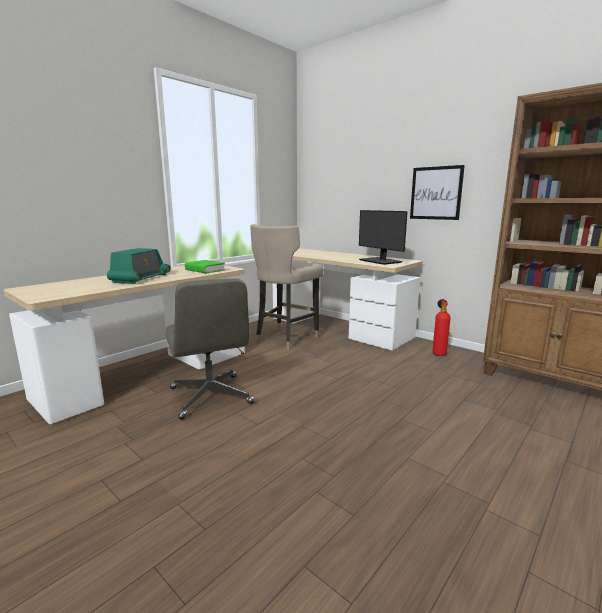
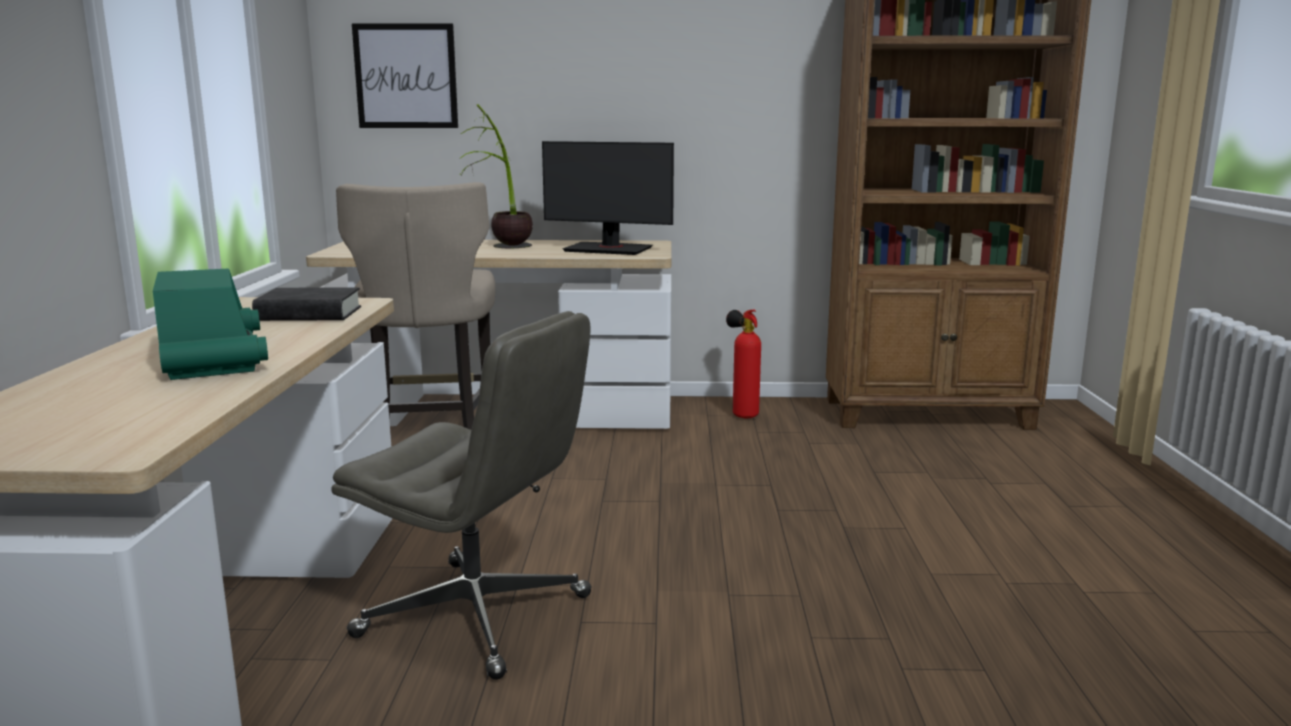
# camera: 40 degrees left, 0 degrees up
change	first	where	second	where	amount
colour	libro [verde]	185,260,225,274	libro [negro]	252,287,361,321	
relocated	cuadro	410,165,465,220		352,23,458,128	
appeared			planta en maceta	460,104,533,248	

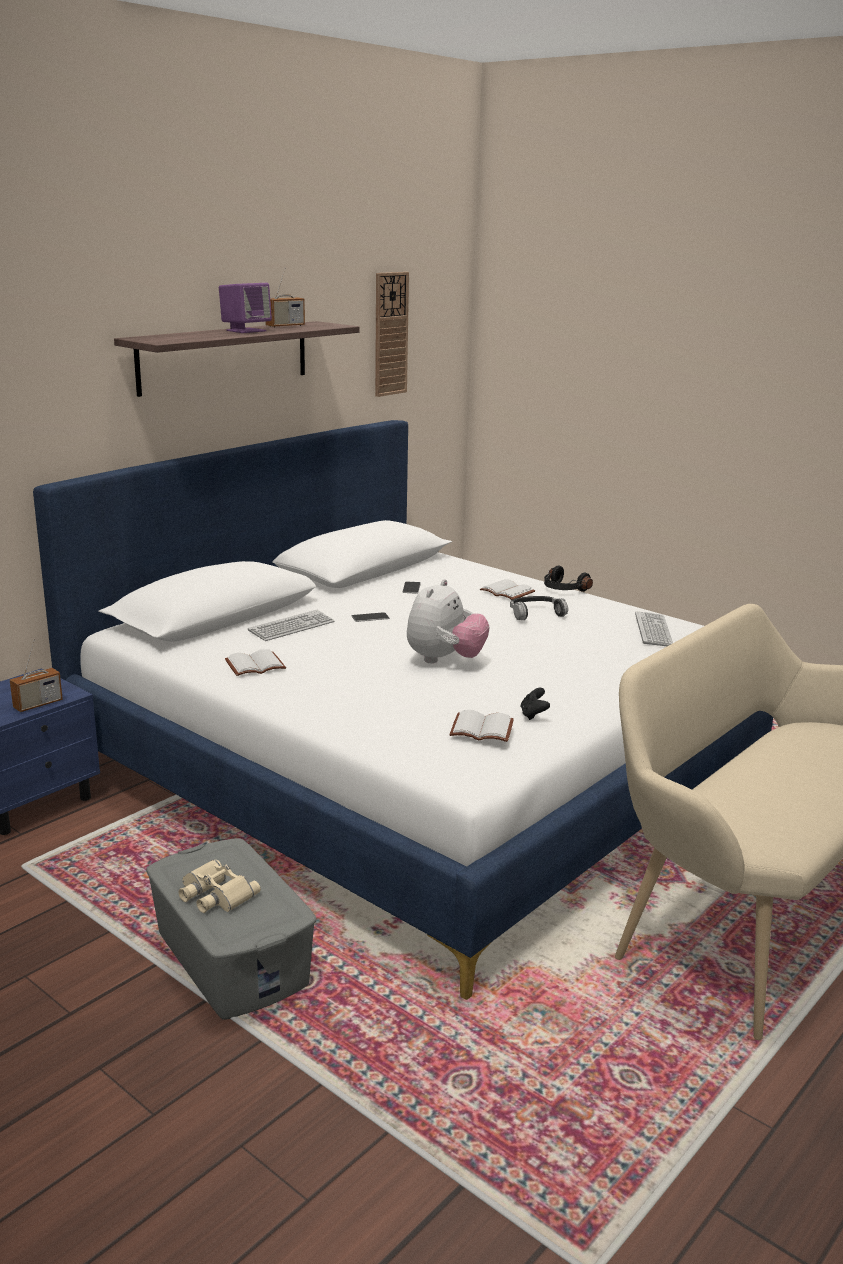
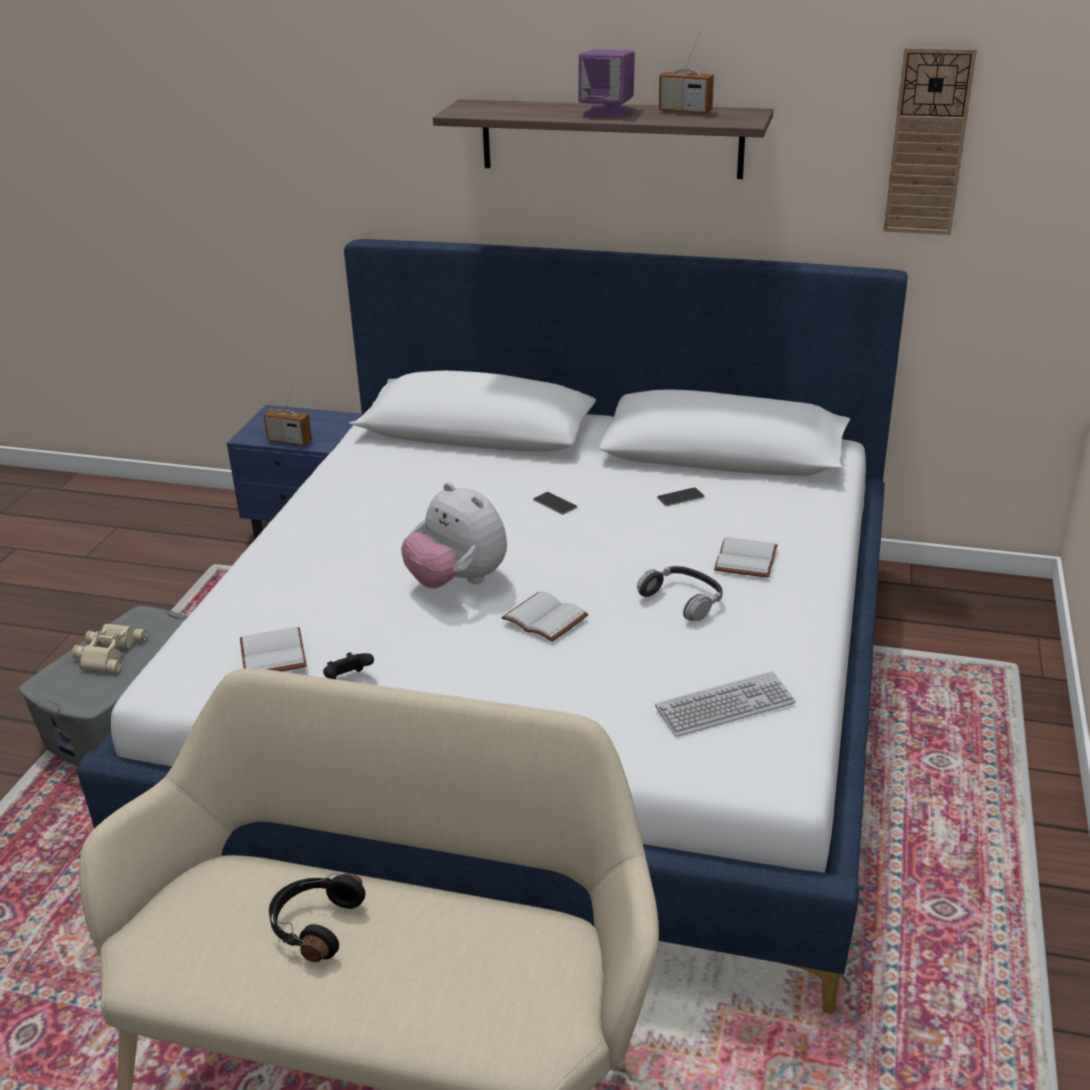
# camera: 65 degrees right, 10 degrees up
change	first	where	second	where	amount
relocated	libro [blanco]	225,649,286,676		501,591,589,642	
missing	teclado	248,610,334,641			
spun	peluche	407,579,489,663		401,482,507,588	45 degrees clockwise
relocated	auriculares [negro]	544,565,593,592		269,873,365,962	

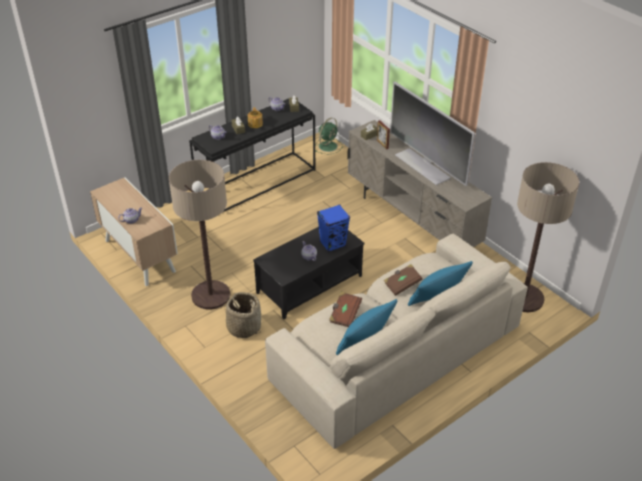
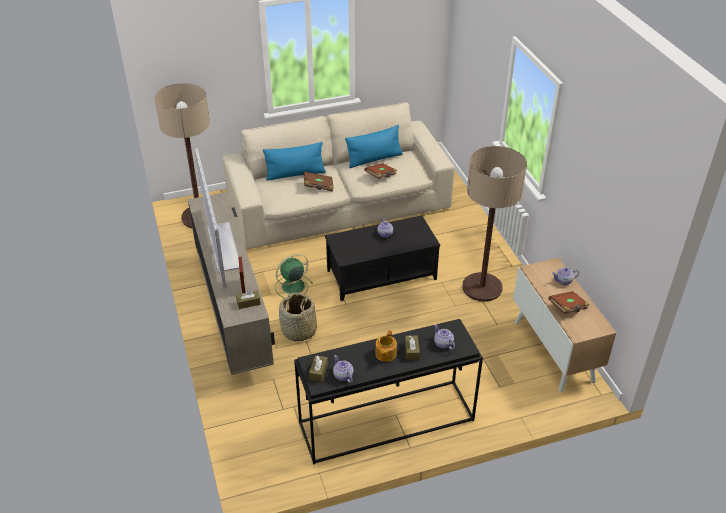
# camera: 160 degrees left, 0 degrees up
change	first	where	second	where	amount
relocated	cesta	224,292,261,338		279,292,317,341	
relocated	ventilador [verde]	315,118,342,154		275,254,313,298	
missing	altavoz [azul]	317,204,350,252			
appeared			libro [marrón]	548,291,590,314	

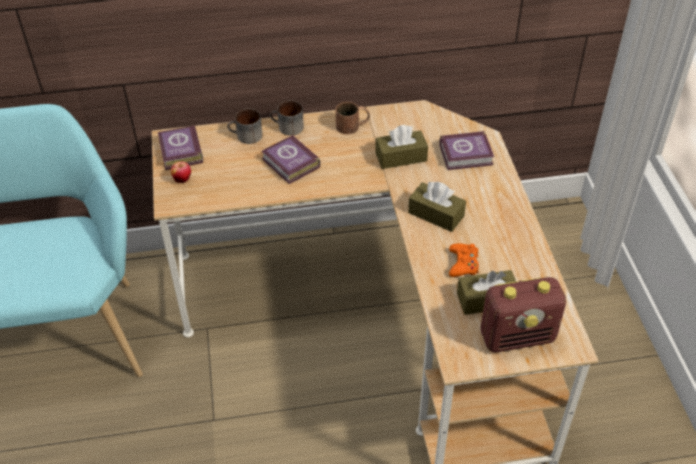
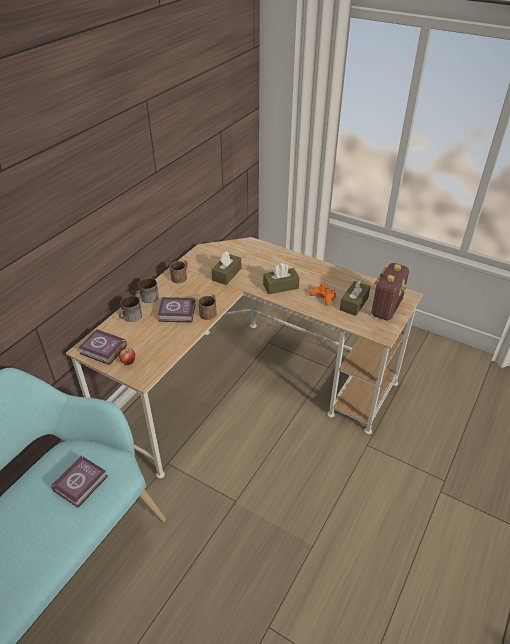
# camera: 50 degrees left, 5 degrees down
change	first	where	second	where	amount
relocated	libro	439,131,494,170		51,455,108,508	
appeared			taza grande [marrón]	198,294,217,320	

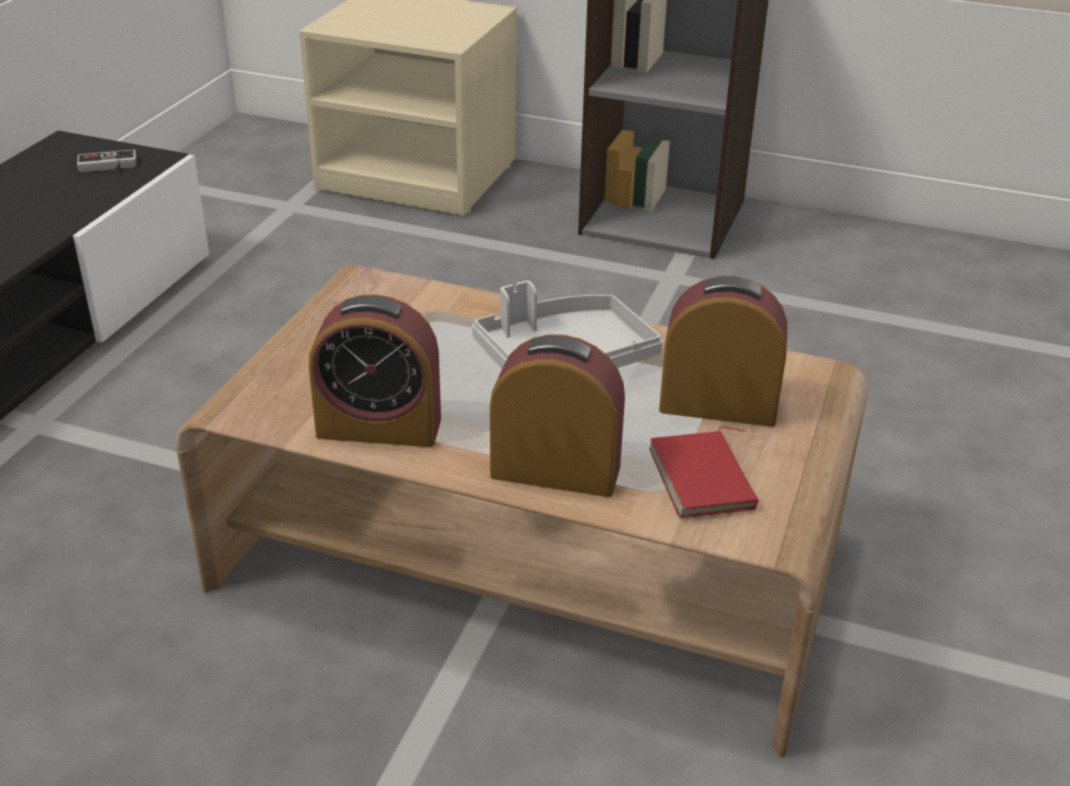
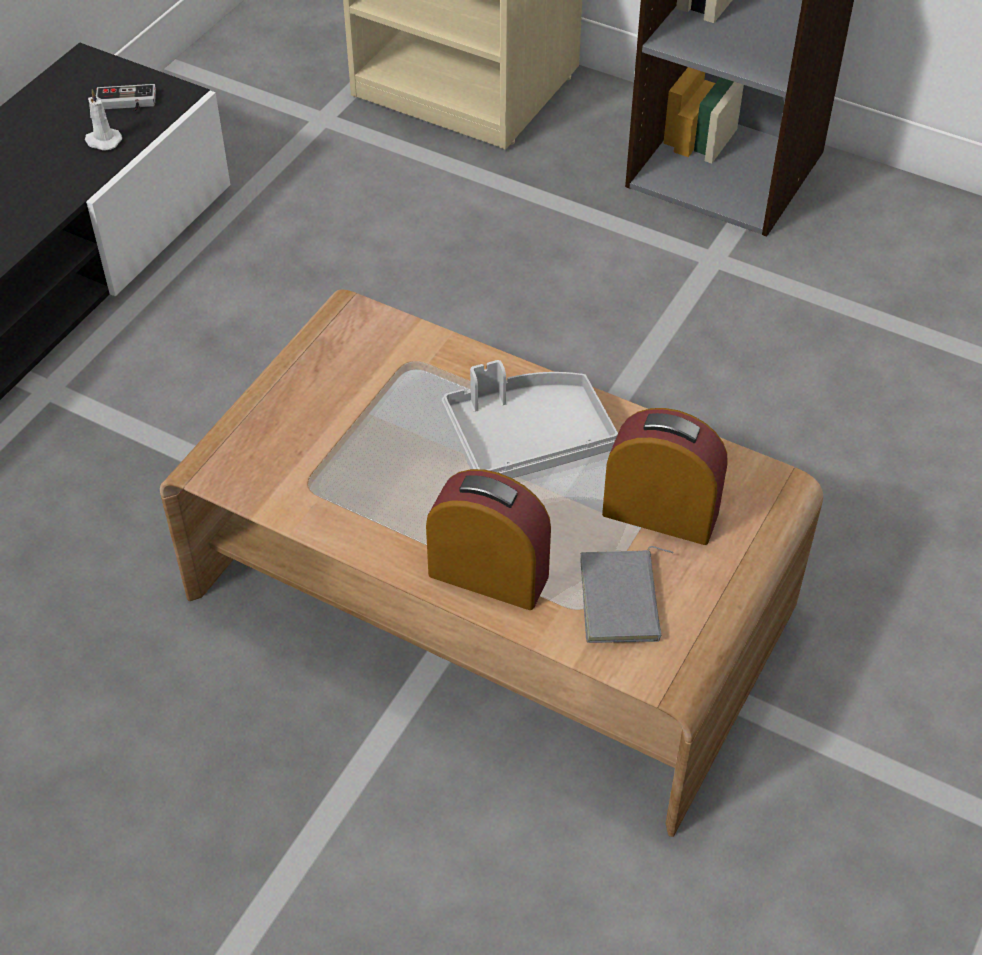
# camera: 10 degrees right, 15 degrees up
change	first	where	second	where	amount
missing	despertador	309,294,441,447			
colour	libro [rojo]	649,427,759,518	libro [gris]	580,546,673,643	
appeared			vela [blanco]	85,89,122,151	

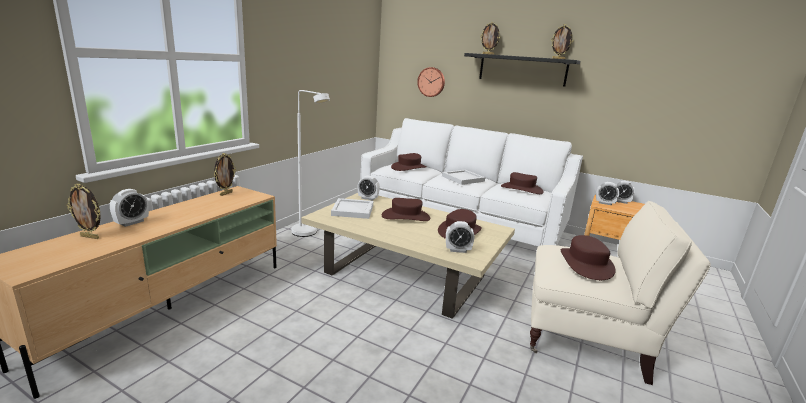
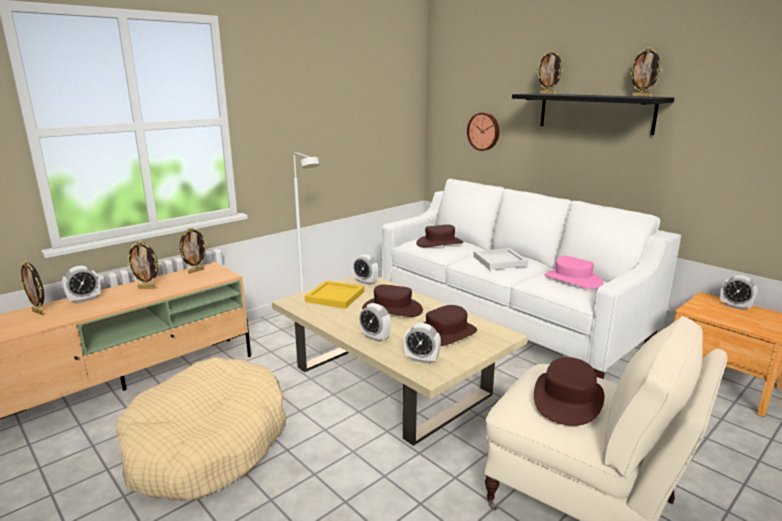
# camera: 20 degrees right, 0 degrees up
change	first	where	second	where	amount
colour	bandeja [blanco]	331,198,373,219	bandeja [amarillo]	305,281,364,309	
colour	sombrero [marrón]	501,172,544,194	sombrero [rosa]	545,256,604,289	
relocated	despertador	596,182,619,205		359,303,391,342	
appeared			cama para perro [beis]	115,357,286,501	
appeared			portarretratos	126,241,159,289	

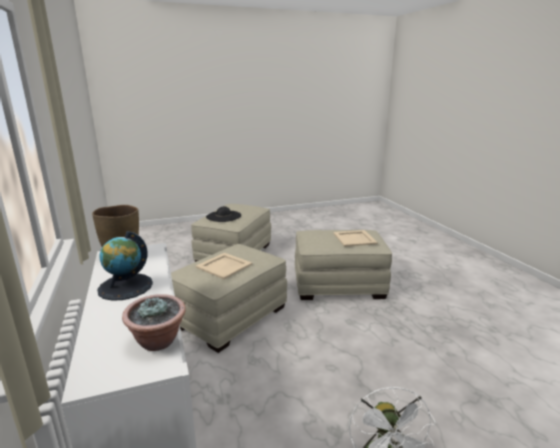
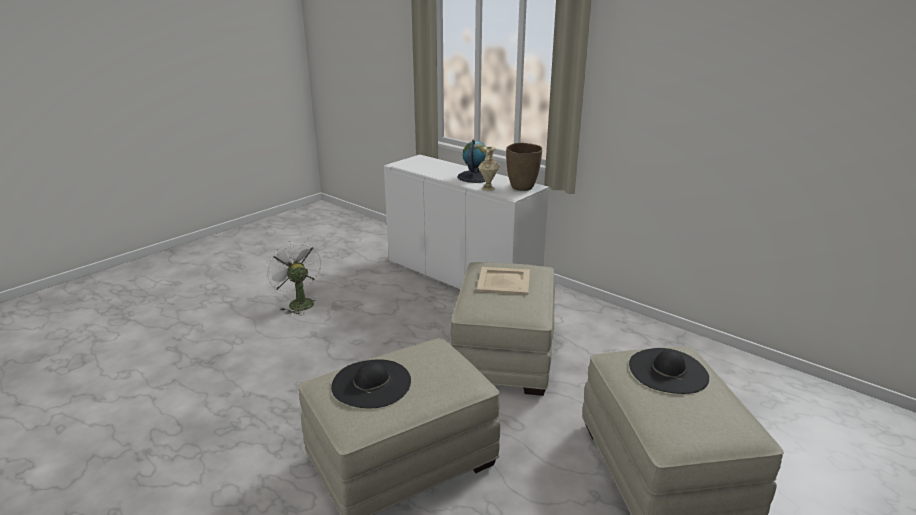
# camera: 150 degrees right, 5 degrees up
change	first	where	second	where	amount
missing	planta en maceta	122,294,186,351			
exchanged	bandeja [beis]	333,230,378,247	sombrero [negro]	331,359,411,408	
appeared			florero [beis]	478,146,500,191	

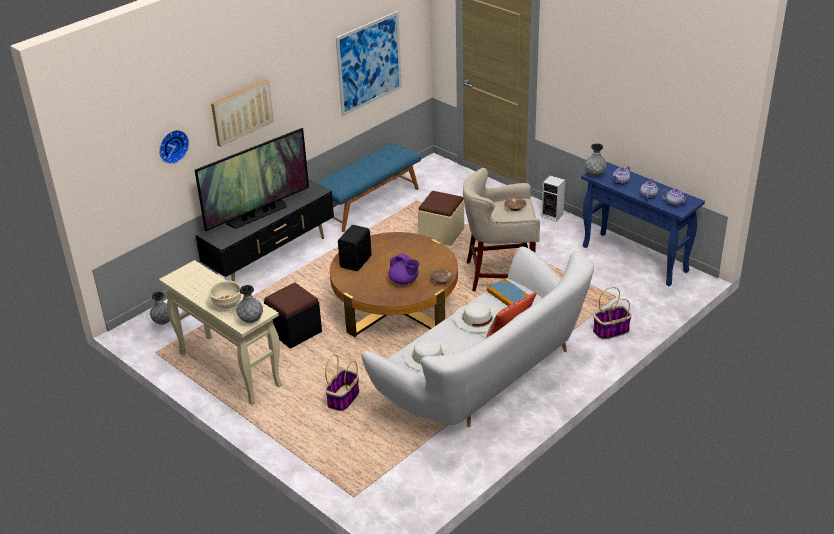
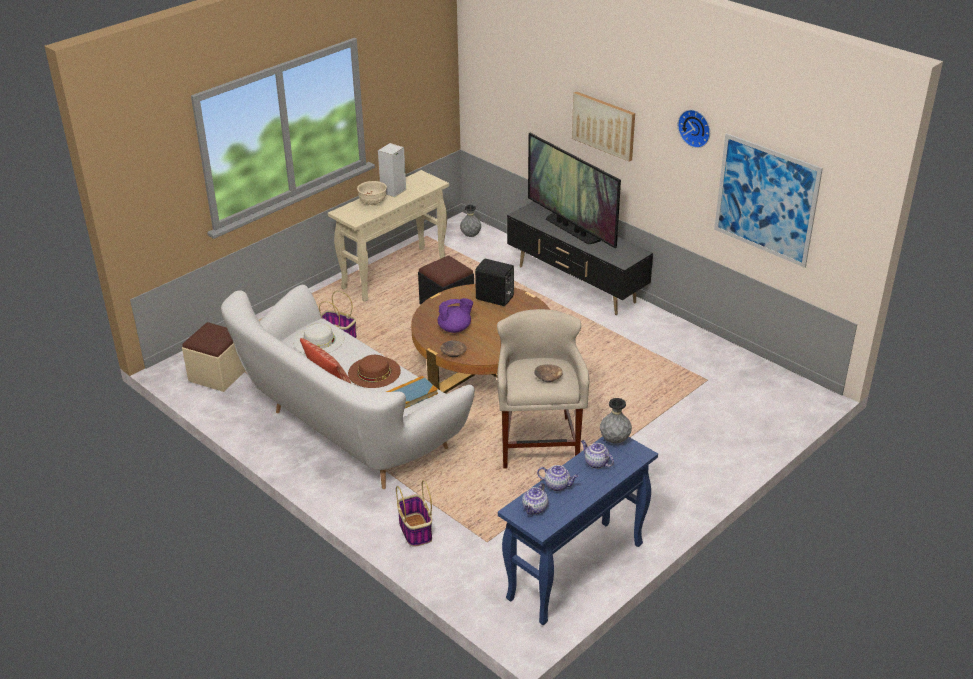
# camera: 90 degrees right, 0 degrees up
change	first	where	second	where	amount
relocated	reloj de pared	159,130,189,164		678,110,710,148	
missing	florero [gris]	237,285,263,323			
missing	banco [azul]	317,143,421,232			
spun	tetera [morado]	388,253,419,285		438,298,473,333	150 degrees counterclockwise
relocated	puf [beis]	418,191,464,246		182,322,245,392	
colour	sombrero [blanco]	454,302,499,333	sombrero [marrón]	348,355,401,388	
relocated	altavoz	542,175,565,222		378,143,406,197	

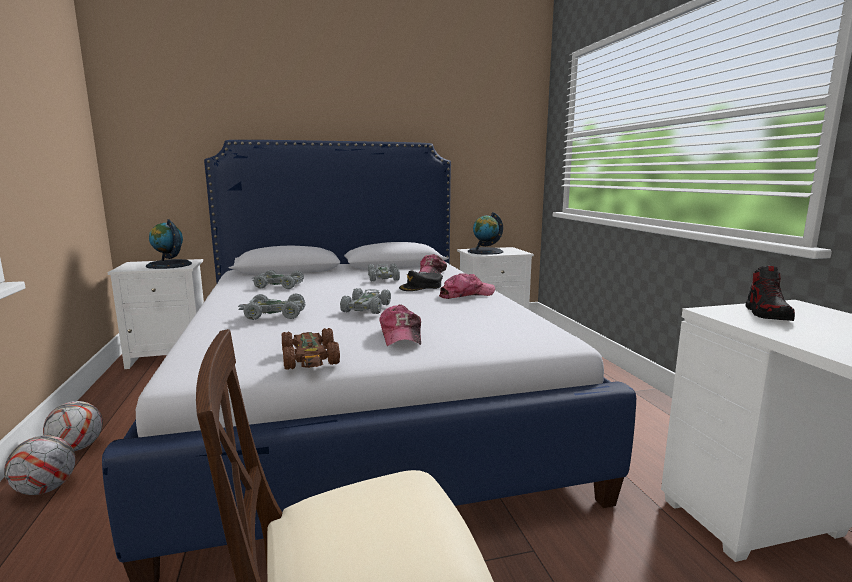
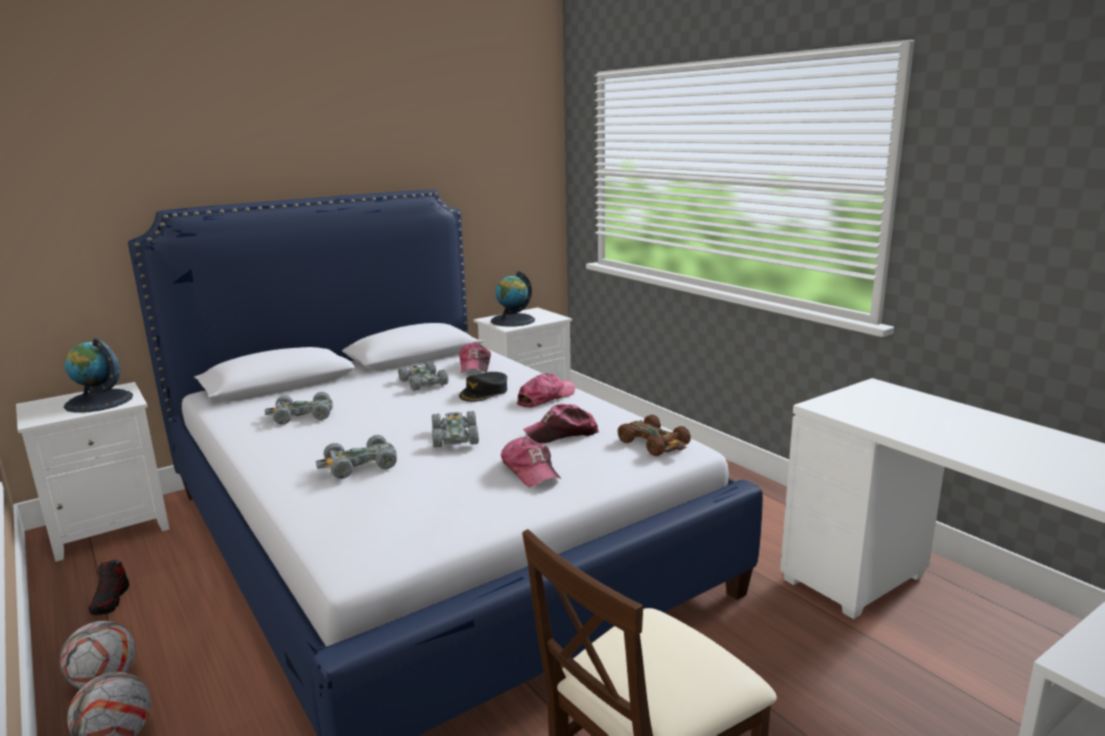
# camera: 20 degrees left, 5 degrees up
change	first	where	second	where	amount
relocated	coche de juguete [marrón]	281,328,340,370		618,415,691,456	
relocated	zapato	746,266,795,321		88,560,129,615	
appeared			gorra	523,404,599,443	

